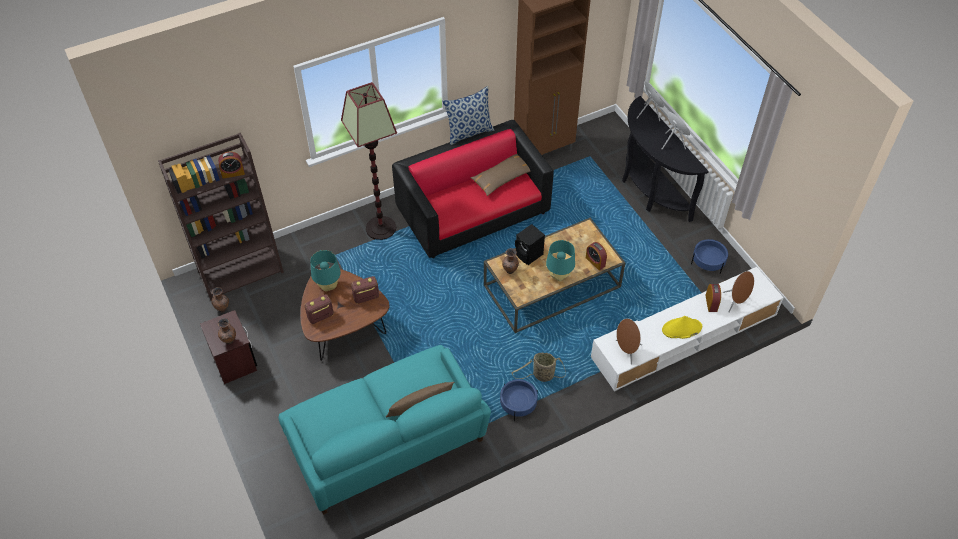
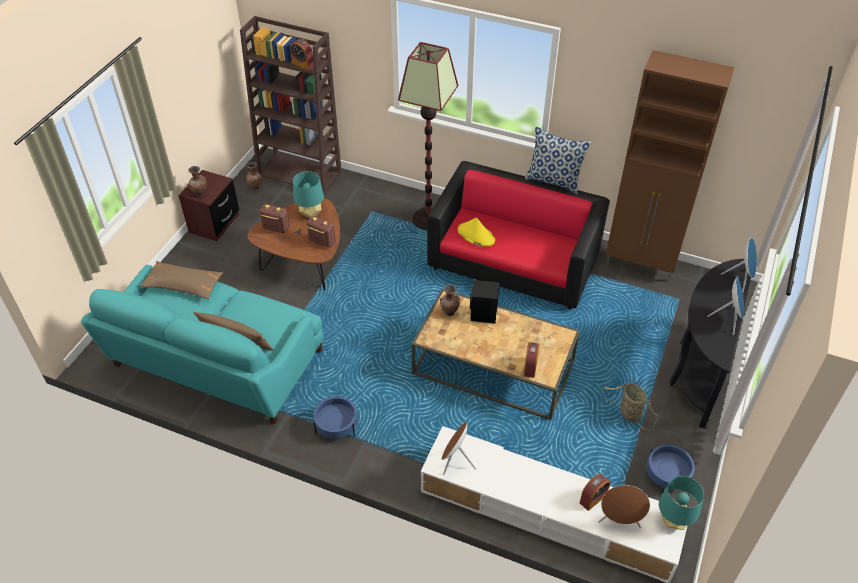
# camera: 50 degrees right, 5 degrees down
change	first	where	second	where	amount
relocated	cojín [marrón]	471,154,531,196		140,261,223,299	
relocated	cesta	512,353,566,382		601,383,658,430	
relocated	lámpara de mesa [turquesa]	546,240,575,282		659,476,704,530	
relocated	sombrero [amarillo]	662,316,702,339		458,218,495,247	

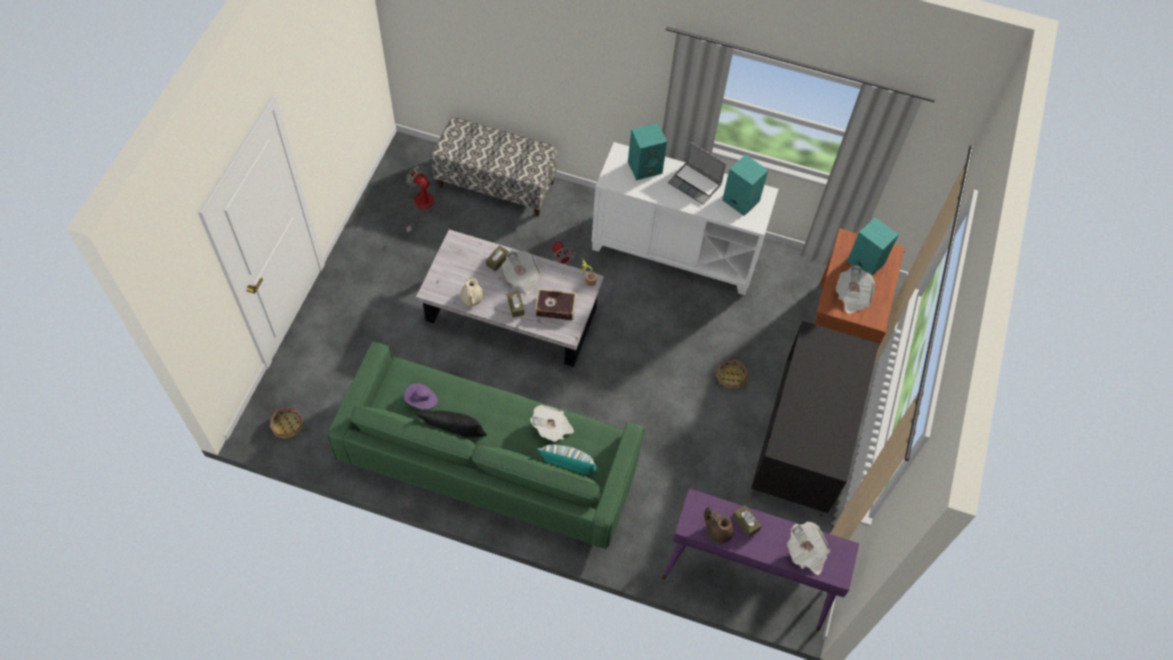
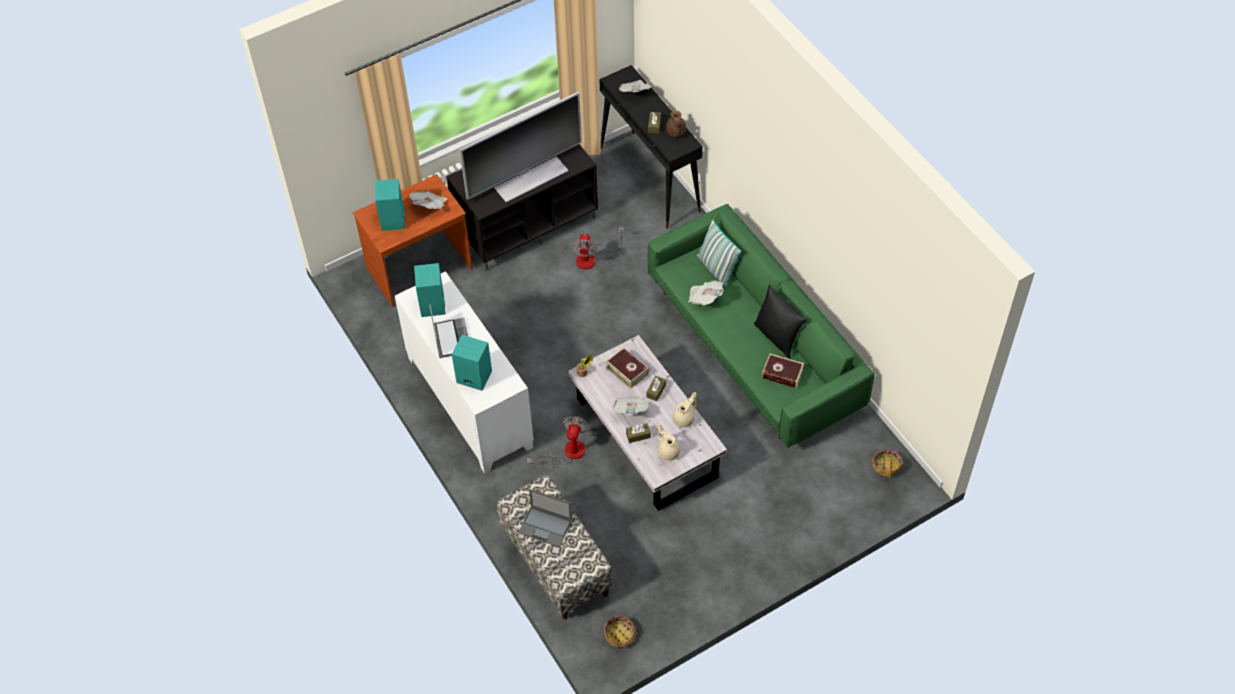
# camera: 135 degrees left, 5 degrees down
change	first	where	second	where	amount
exchanged	sombrero [morado]	404,383,438,410	libro	762,354,804,388	
relocated	ventilador	406,165,434,234		572,227,624,269	
colour	mesa consola [morado]	662,489,859,631	mesa consola [negro]	599,65,703,229	
relocated	cesta	716,359,749,389		604,616,640,647	
appeared			televisor	460,92,582,202	
appeared			portátil	518,489,572,547	
appeared			tetera [beis]	658,424,681,461	

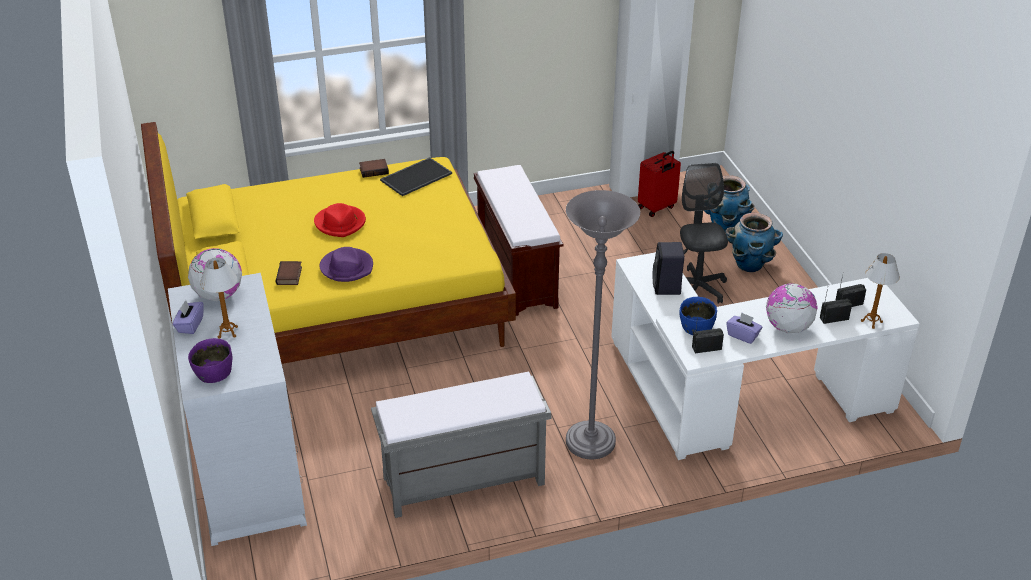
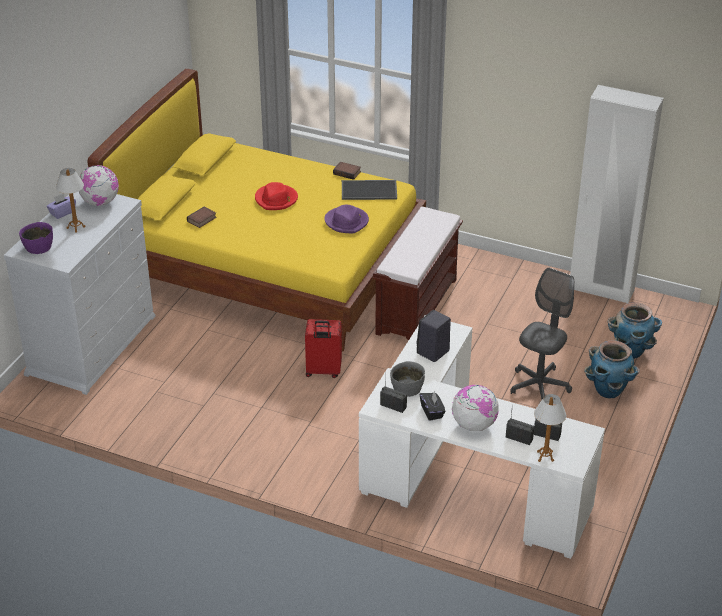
# camera: 40 degrees right, 0 degrees up
change	first	where	second	where	amount
relocated	sombrero [morado]	320,247,373,282		324,205,369,233	
missing	banco [gris]	371,372,552,518			
missing	lámpara de pie [gris]	566,190,640,459			
relocated	maleta [rojo]	638,151,681,217		305,319,342,378	
colour	cuenco [azul]	680,297,717,335	cuenco [gris]	390,361,425,397	
colour	caja de pañuelos [morado]	726,312,763,344	caja de pañuelos [negro]	420,392,445,421	

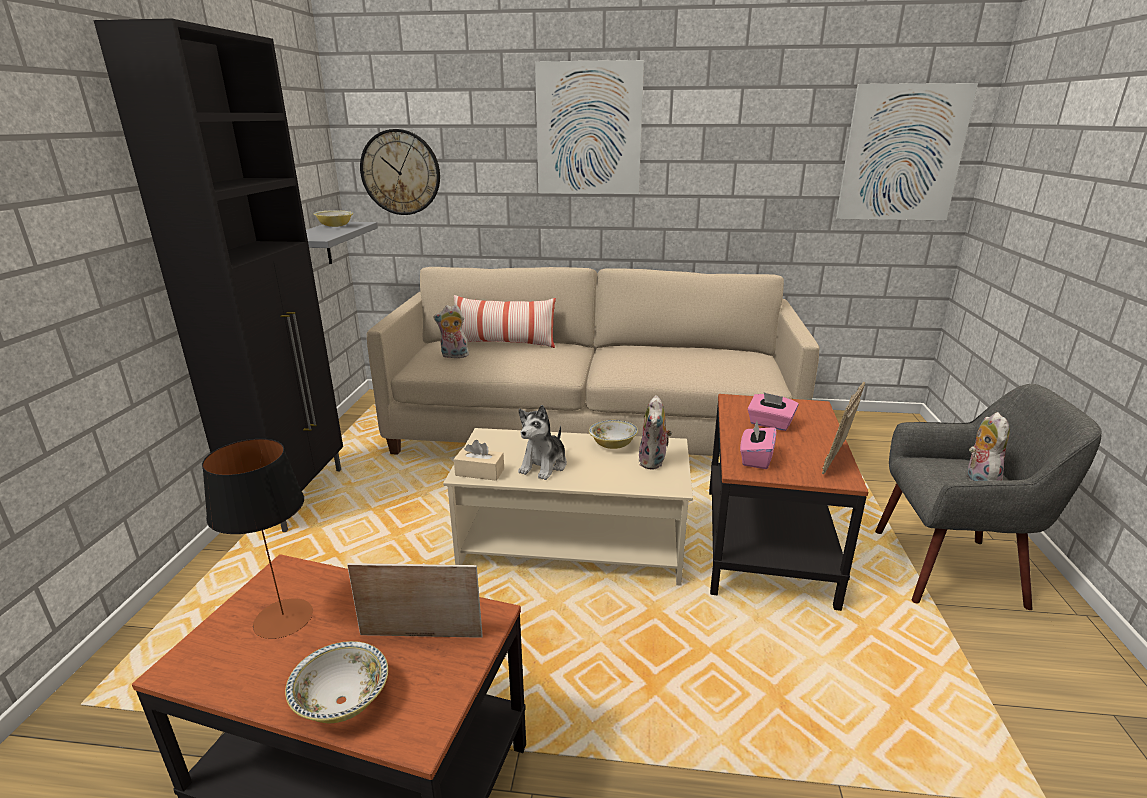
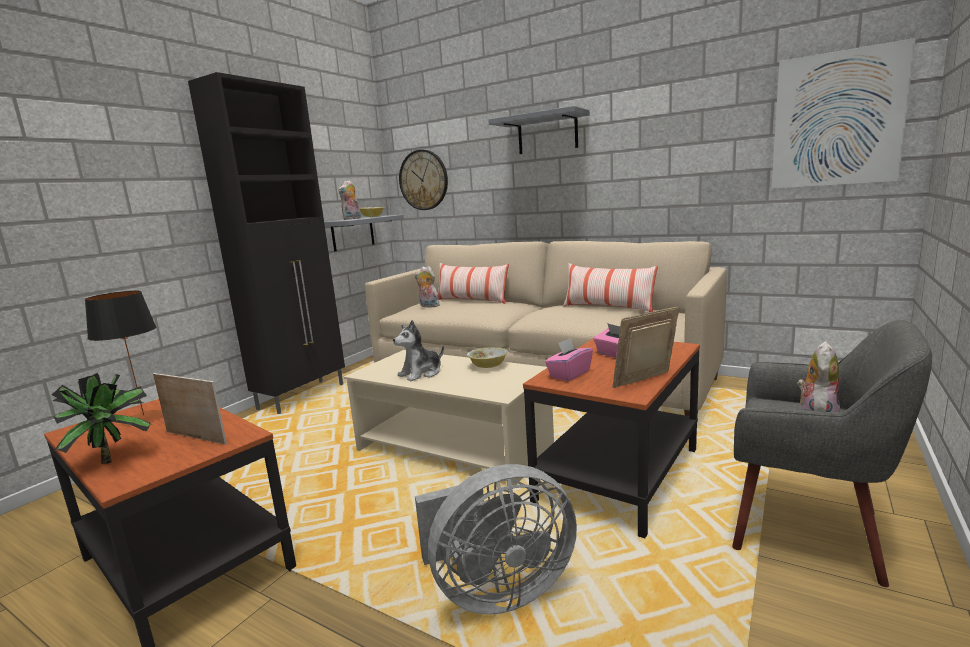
# camera: 25 degrees right, 10 degrees down
change	first	where	second	where	amount
exchanged	cuenco	285,641,388,723	planta en maceta	52,373,153,464	
missing	caja de pañuelos [beis]	454,440,504,481			
exchanged	cuadro	535,60,644,194	estante [gris]	488,106,590,154	
relocated	peluche	638,395,672,470		338,180,361,220	
appeared			ventilador [gris]	415,464,577,615	
appeared			cojín	563,263,658,312	

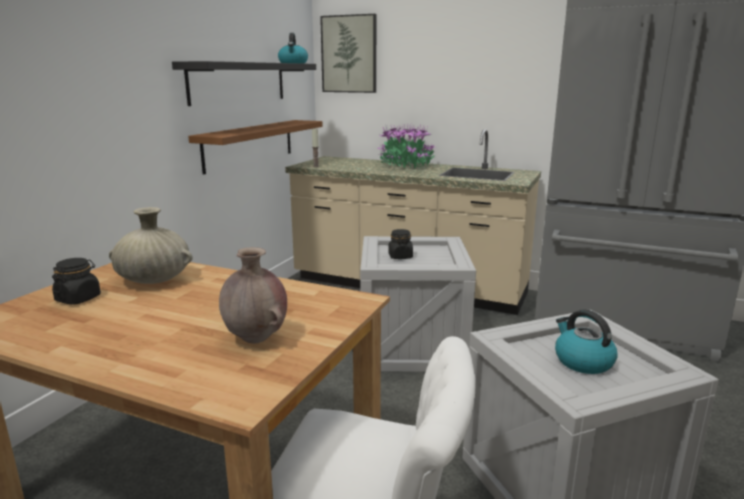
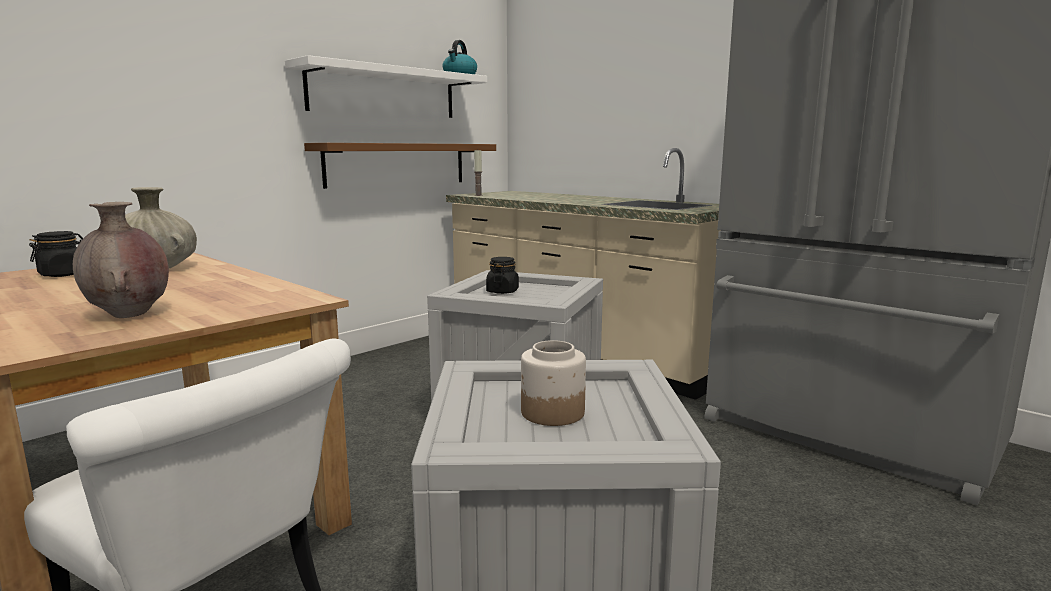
# camera: 20 degrees right, 5 degrees down
change	first	where	second	where	amount
colour	estante [negro]	172,61,316,106	estante [blanco]	285,55,487,118	
missing	cuadro	320,14,376,93			
missing	planta en maceta	378,124,435,168			
exchanged	hervidor	555,309,618,374	tarro	521,340,586,426	

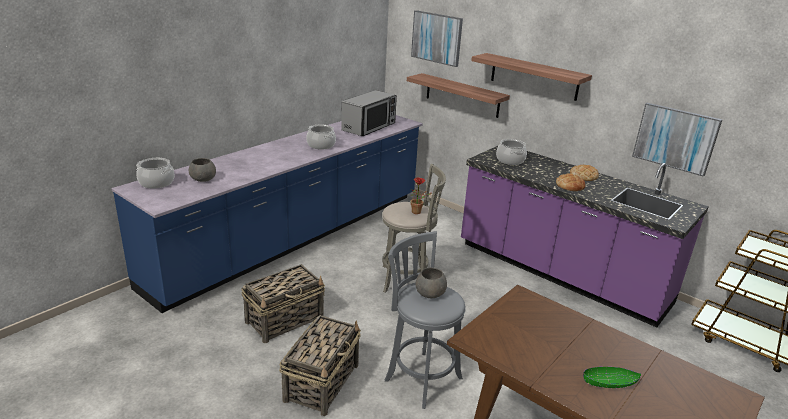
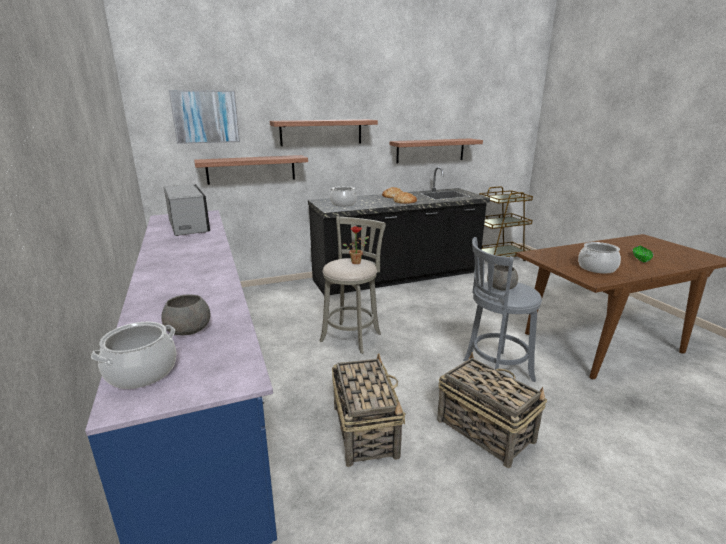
# camera: 60 degrees left, 5 degrees down
change	first	where	second	where	amount
relocated	olla	306,124,336,149		578,242,621,274	
colour	mueble bajo de cocina [morado]	461,145,709,328	mueble bajo de cocina [negro]	308,167,490,295	
exchanged	cuadro	632,103,722,177	estante	390,138,483,163	

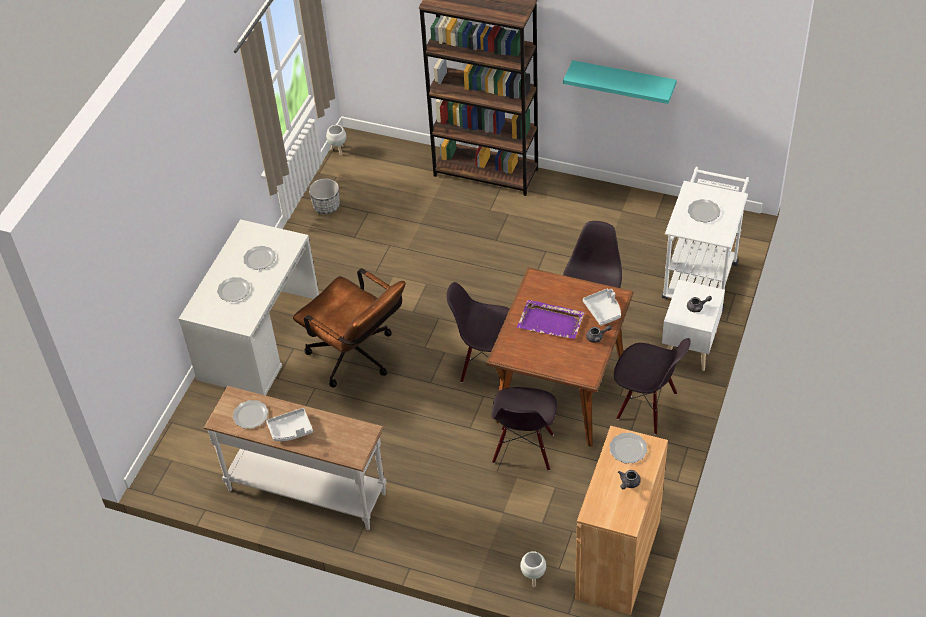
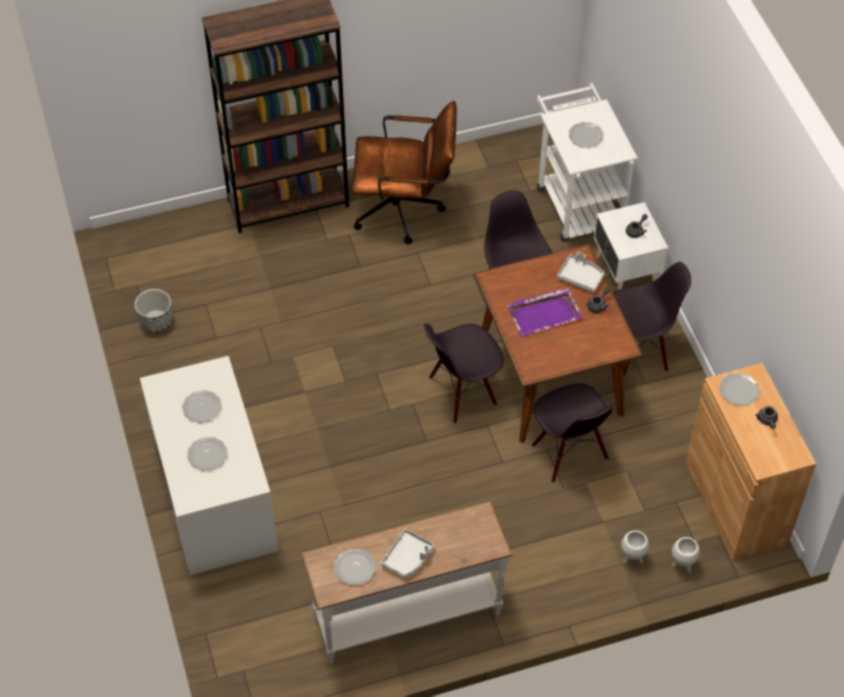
# camera: 40 degrees left, 5 degrees up
change	first	where	second	where	amount
relocated	silla de oficina [marrón]	293,268,405,388		352,101,457,244	
relocated	maceta [blanco]	326,125,346,155		621,530,649,564	
missing	estante [turquesa]	563,60,677,104			

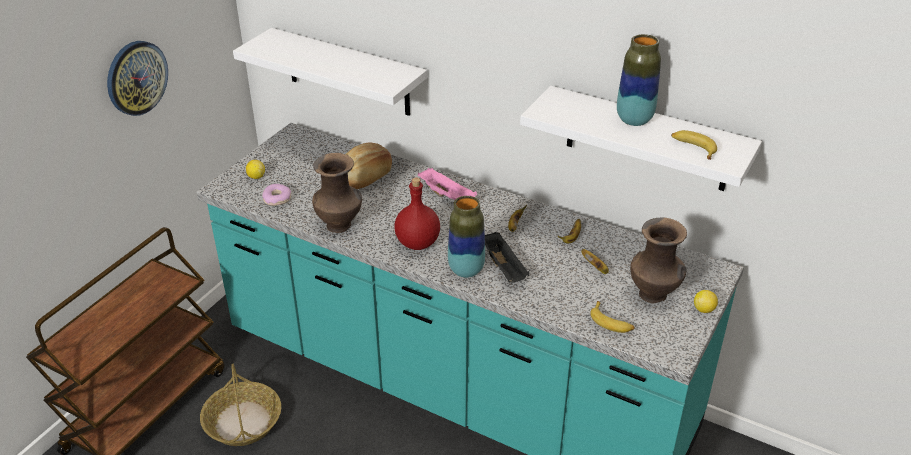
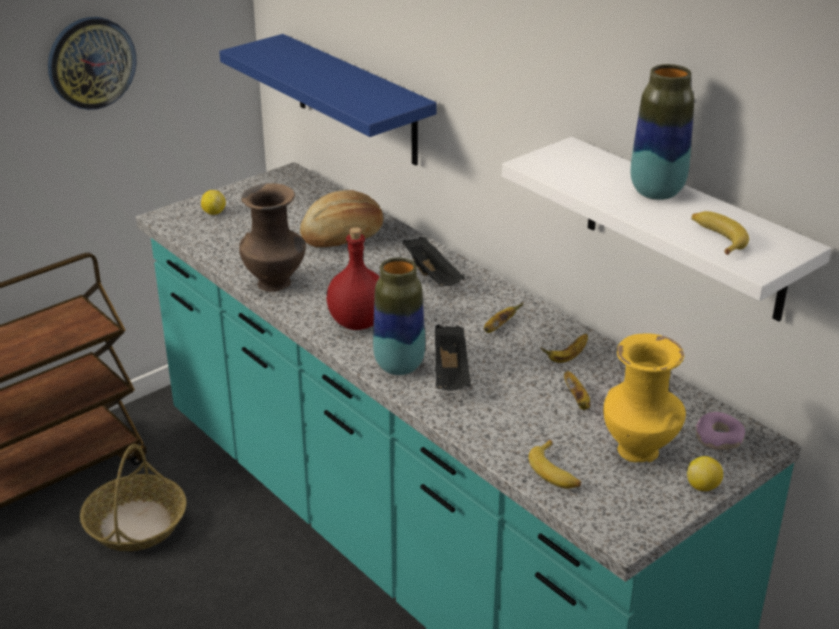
# camera: 20 degrees right, 5 degrees down
change	first	where	second	where	amount
colour	estante [blanco]	233,28,427,116	estante [azul]	219,34,437,166	
relocated	rosquilla	262,184,291,206		695,412,745,450	
colour	bandeja [rosa]	418,168,477,200	bandeja [negro]	403,237,465,286	
colour	florero [marrón]	630,218,687,303	florero [amarillo]	603,333,686,462	

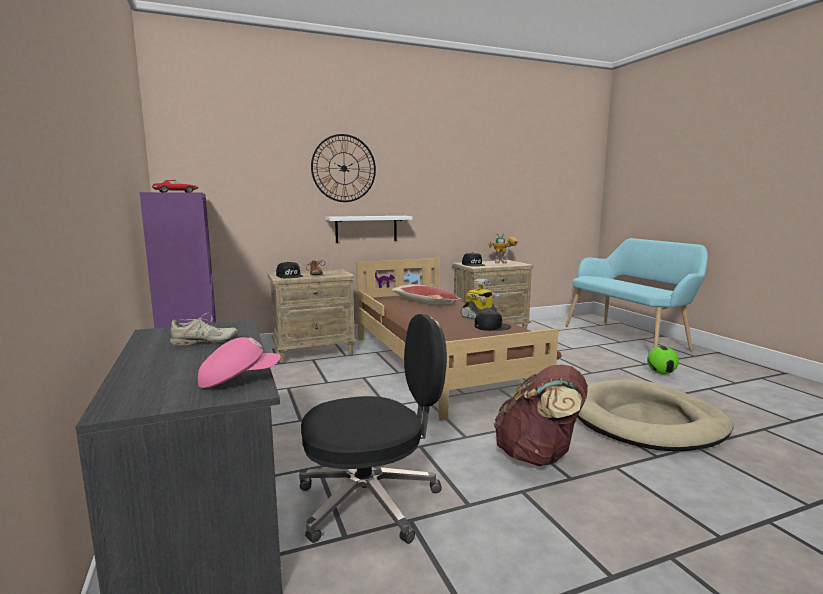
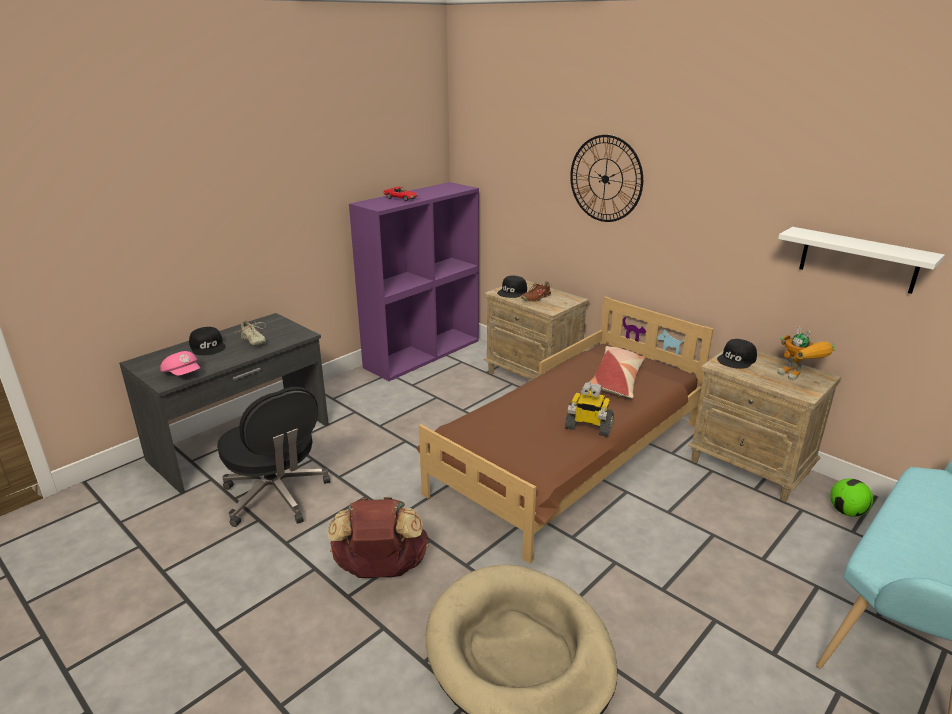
# camera: 65 degrees right, 15 degrees up
change	first	where	second	where	amount
relocated	estante [blanco]	325,216,413,243		778,227,945,294	
relocated	gorra [negro]	475,311,511,331		189,327,226,356	
relocated	balón de fútbol	647,346,679,374		830,478,873,517	

